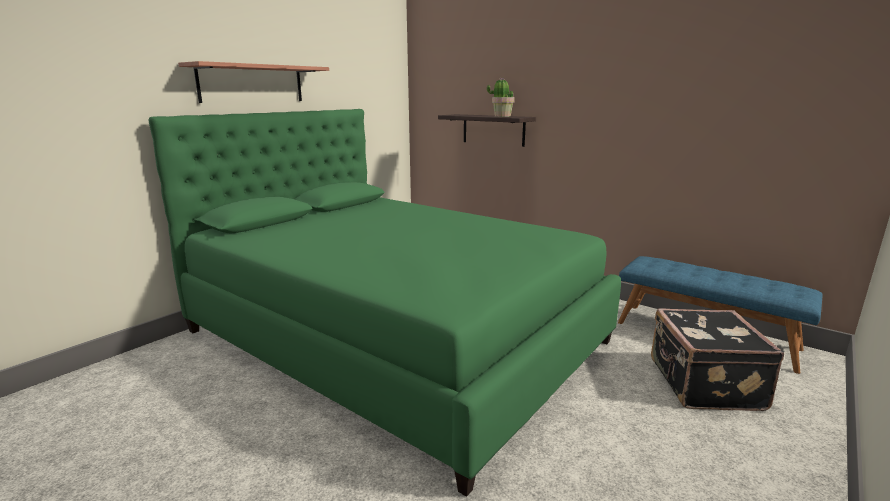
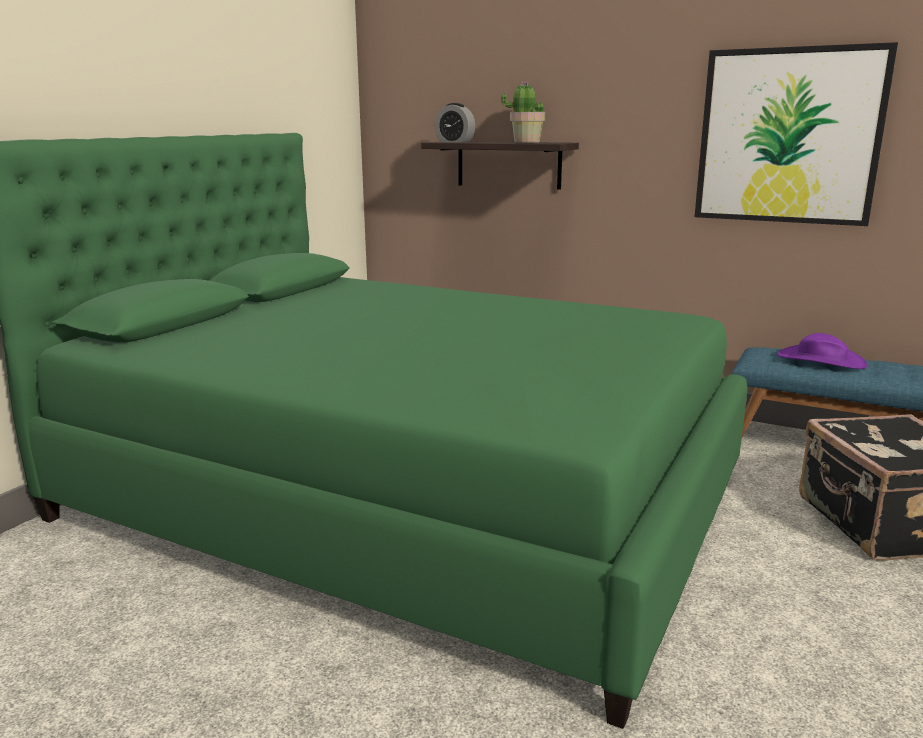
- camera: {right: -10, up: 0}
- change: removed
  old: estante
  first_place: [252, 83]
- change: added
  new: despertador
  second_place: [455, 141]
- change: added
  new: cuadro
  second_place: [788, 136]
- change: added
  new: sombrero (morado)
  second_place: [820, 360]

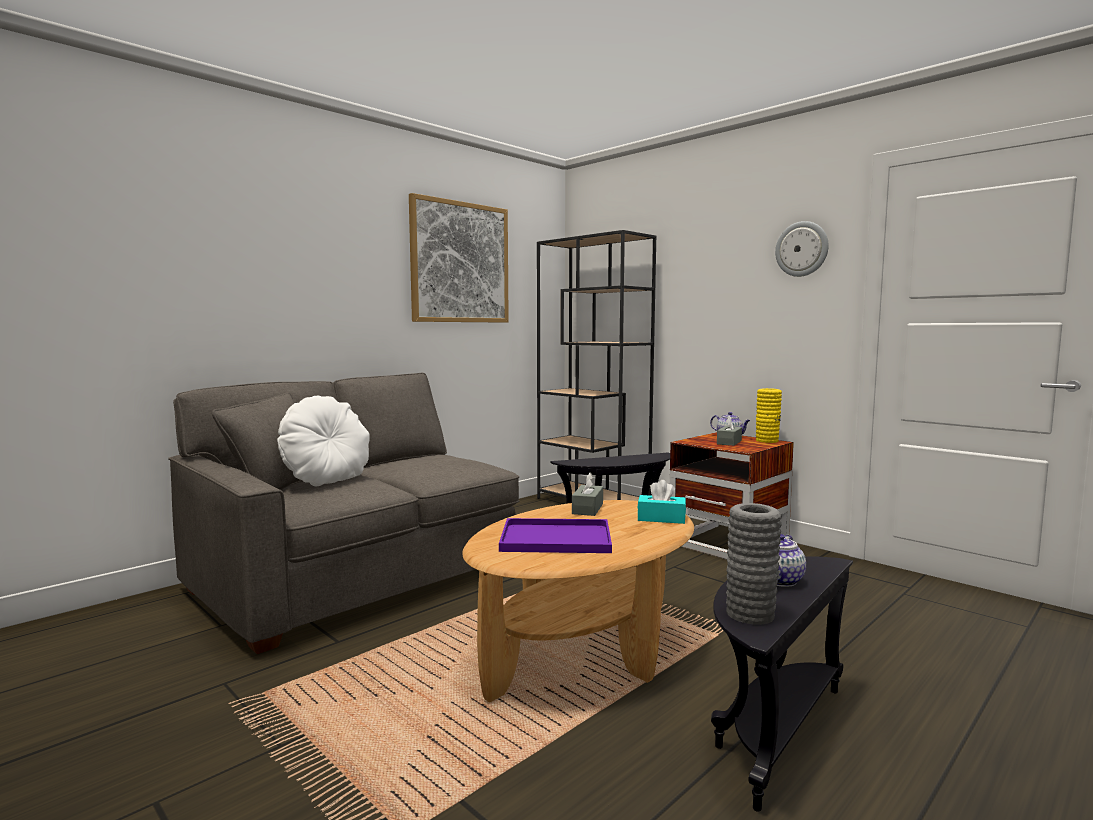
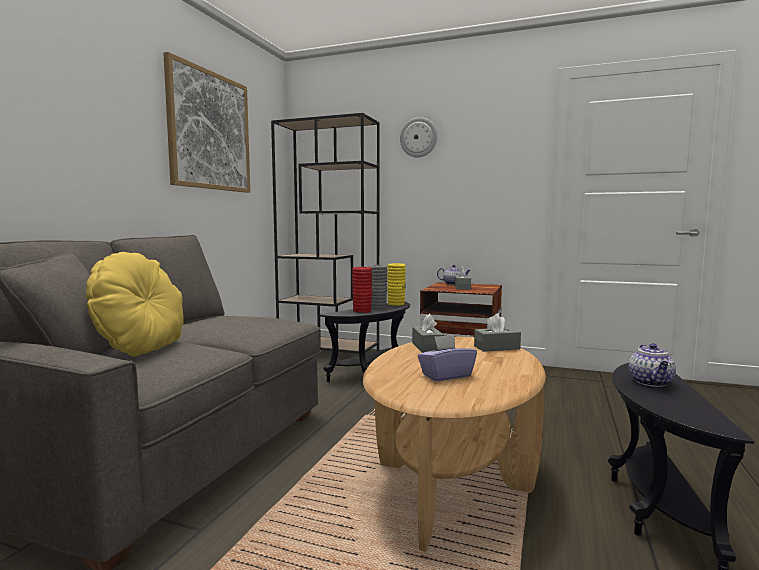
- camera: {right: -25, up: 0}
- change: added
  new: florero (rojo)
  second_place: [362, 311]
- change: moved
  old: florero (gris)
  first_place: [750, 614]
  second_place: [377, 307]
- change: moved
  old: florero (amarillo)
  first_place: [767, 441]
  second_place: [396, 304]
- change: moved
  old: reloj de pared
  first_place: [802, 249]
  second_place: [418, 137]
- change: replaced
  old: bandeja (morado)
  new: caja de pañuelos (morado)
  first_place: [553, 539]
  second_place: [446, 375]
- change: recoloured
  old: cojín (blanco)
  new: cojín (amarillo)
  first_place: [327, 482]
  second_place: [141, 350]
- change: recoloured
  old: caja de pañuelos (turquesa)
  new: caja de pañuelos (gris)
  first_place: [661, 518]
  second_place: [496, 347]

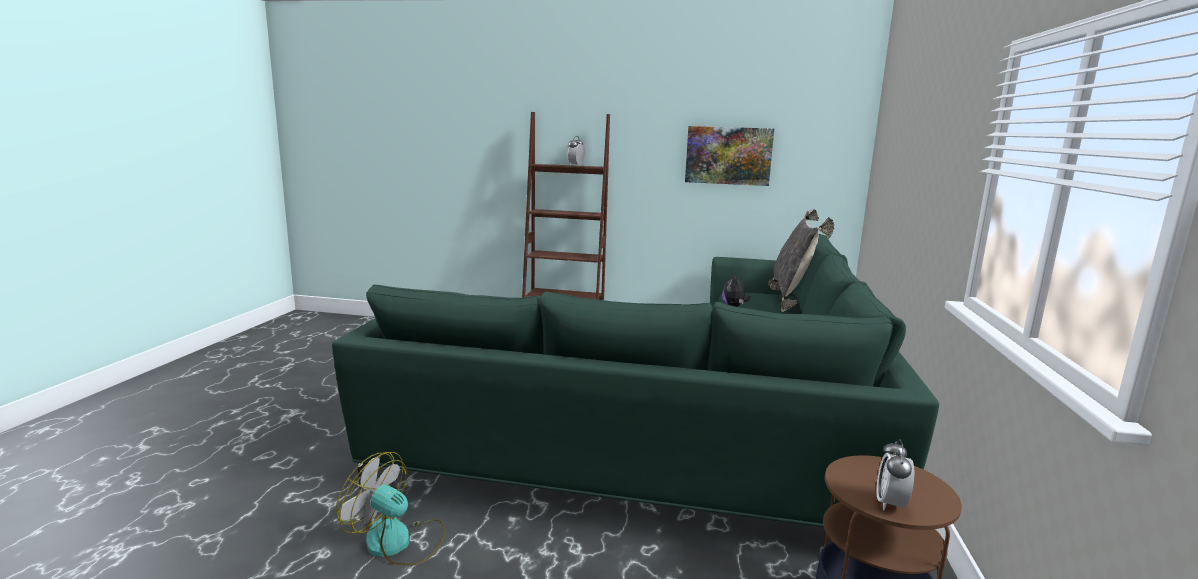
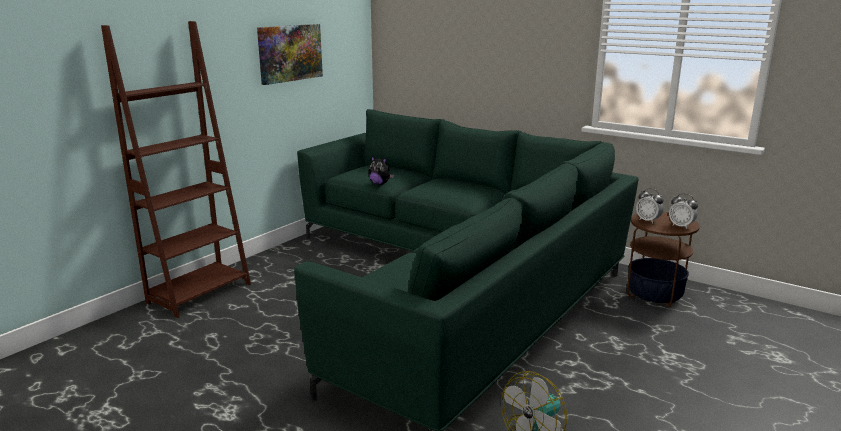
- camera: {right: -65, up: 5}
- change: removed
  old: cojín
  first_place: [794, 303]
- change: moved
  old: despertador
  first_place: [575, 165]
  second_place: [648, 220]

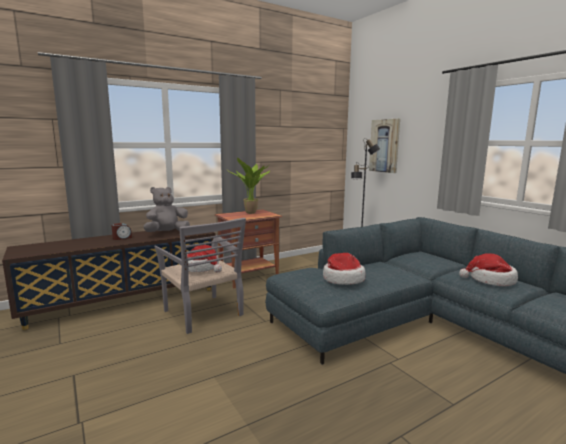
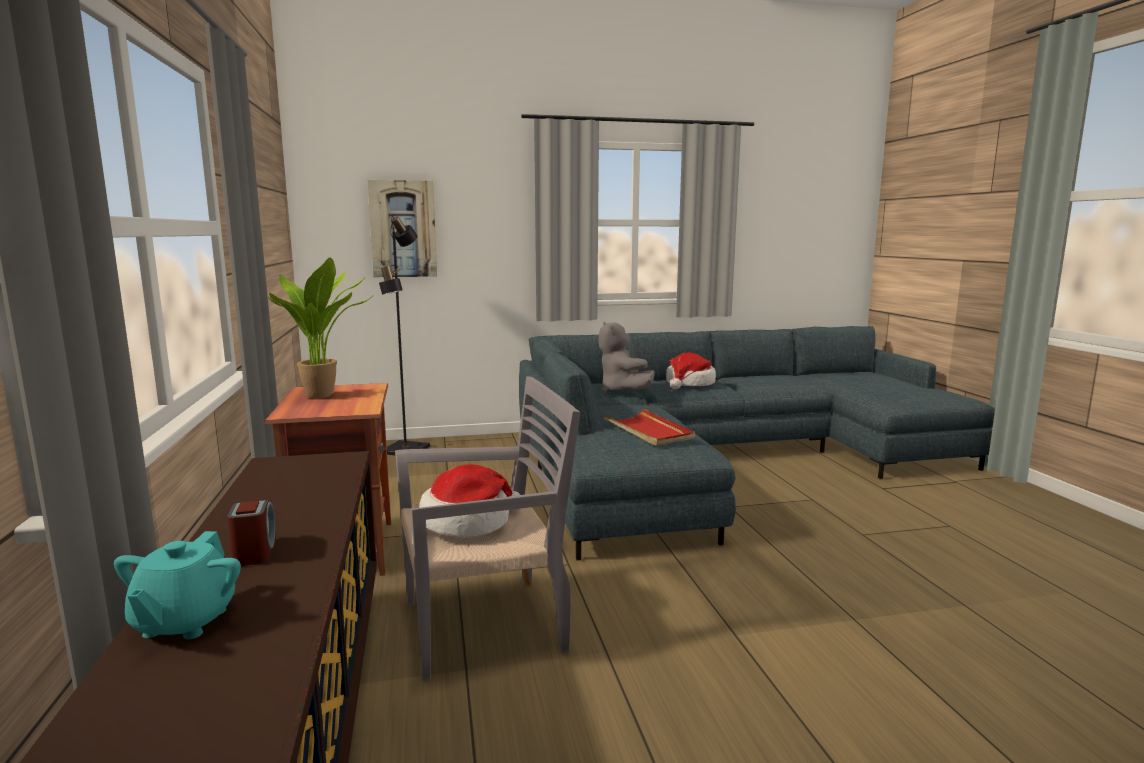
- camera: {right: -70, up: 0}
- change: added
  new: tetera (turquesa)
  second_place: [184, 622]
- change: moved
  old: peluche (gris)
  first_place: [167, 233]
  second_place: [622, 390]
- change: replaced
  old: sombrero
  new: bandeja (rojo)
  first_place: [342, 279]
  second_place: [648, 431]

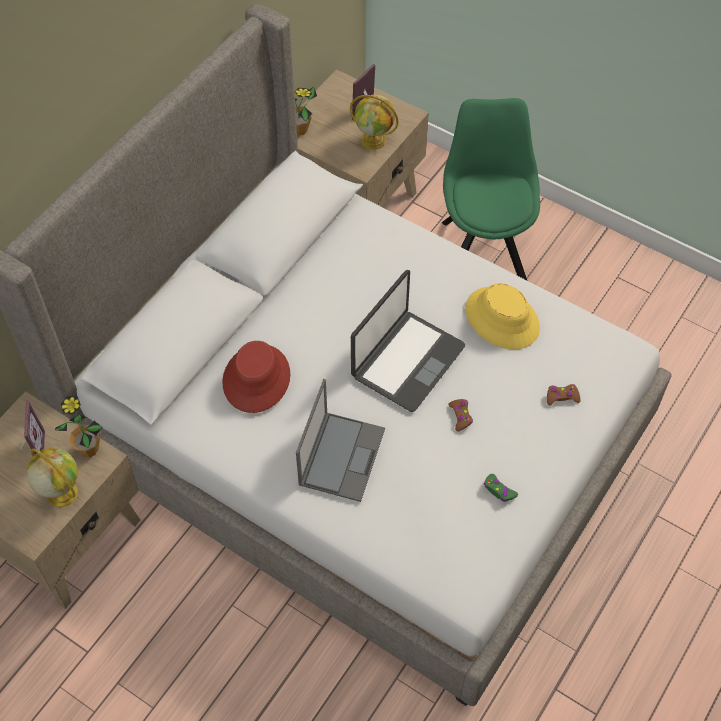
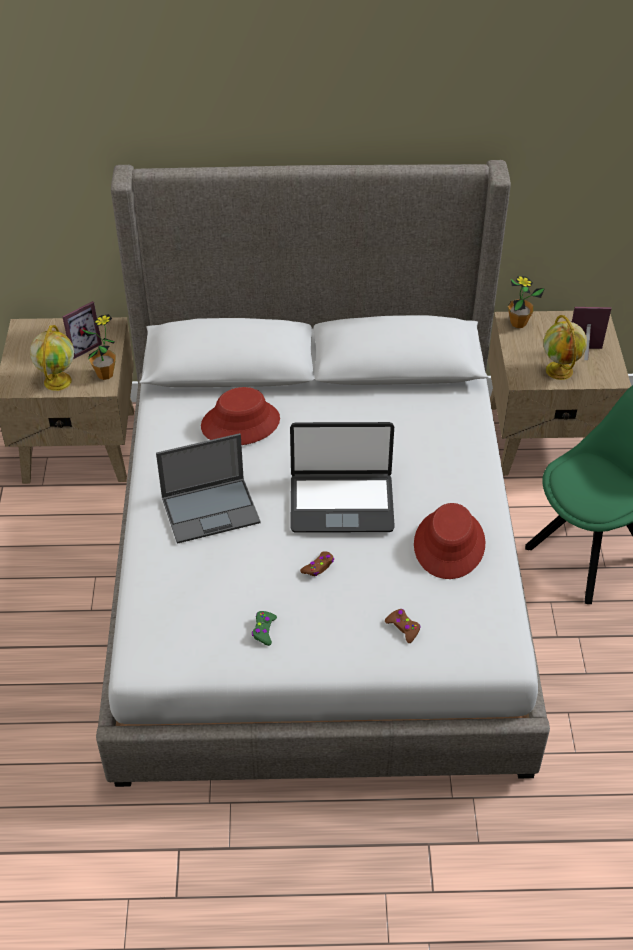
- camera: {right: 55, up: -10}
- change: recoloured
  old: sombrero (amarillo)
  new: sombrero (rojo)
  first_place: [502, 318]
  second_place: [449, 544]

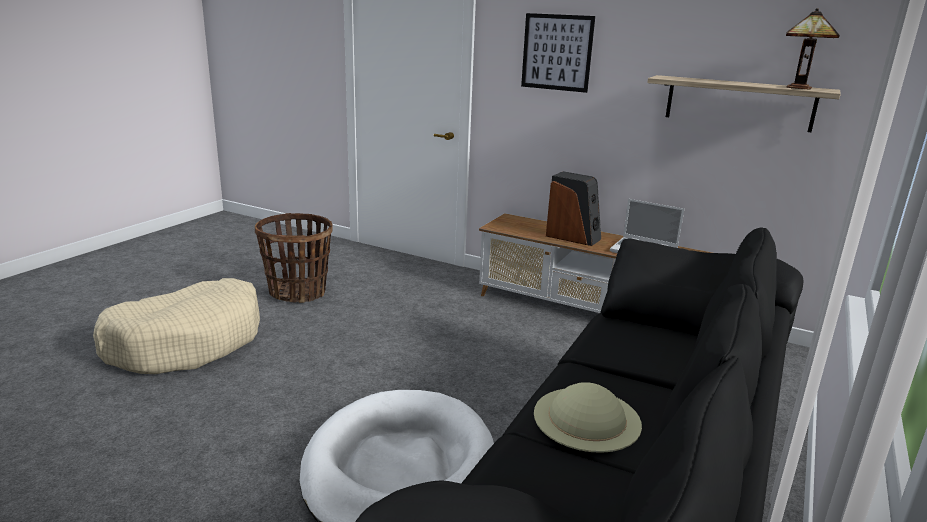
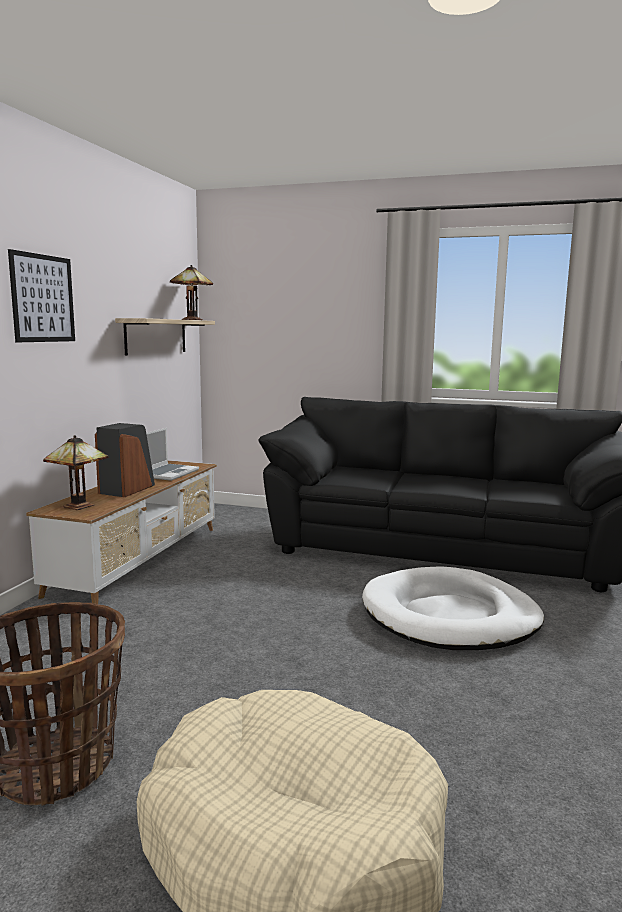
- camera: {right: -100, up: -10}
- change: removed
  old: sombrero (beis)
  first_place: [586, 418]
- change: added
  new: lámpara de mesa
  second_place: [81, 506]

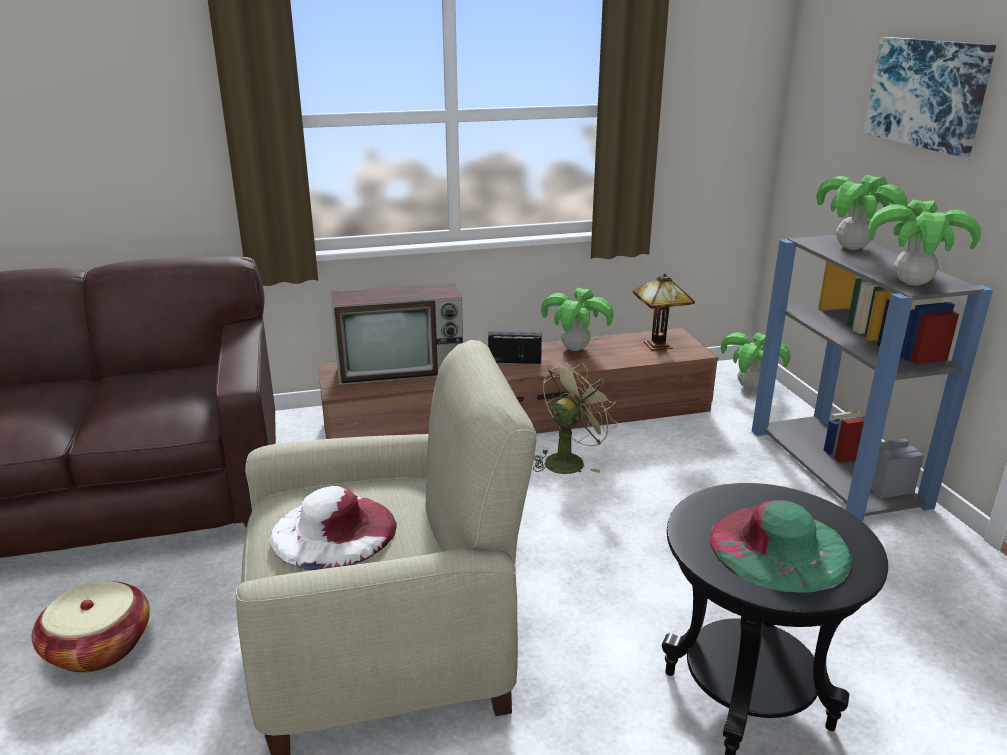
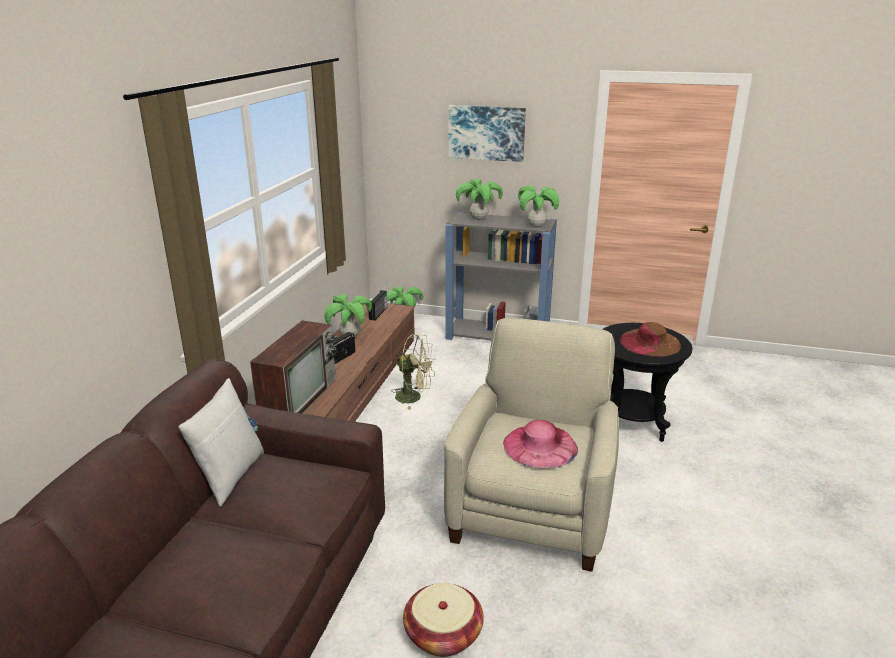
- camera: {right: -60, up: 0}
- change: added
  new: cojín (gris)
  second_place: [231, 477]
- change: replaced
  old: lámpara de mesa
  new: radio
  first_place: [659, 345]
  second_place: [379, 313]
- change: recoloured
  old: sombrero (blanco)
  new: sombrero (rosa)
  first_place: [333, 530]
  second_place: [540, 446]
- change: recoloured
  old: sombrero (verde)
  new: sombrero (marrón)
  first_place: [779, 548]
  second_place: [650, 343]
- change: turned
  old: ventilador (verde)
  first_place: [569, 460]
  second_place: [414, 397]
  degrees: 120

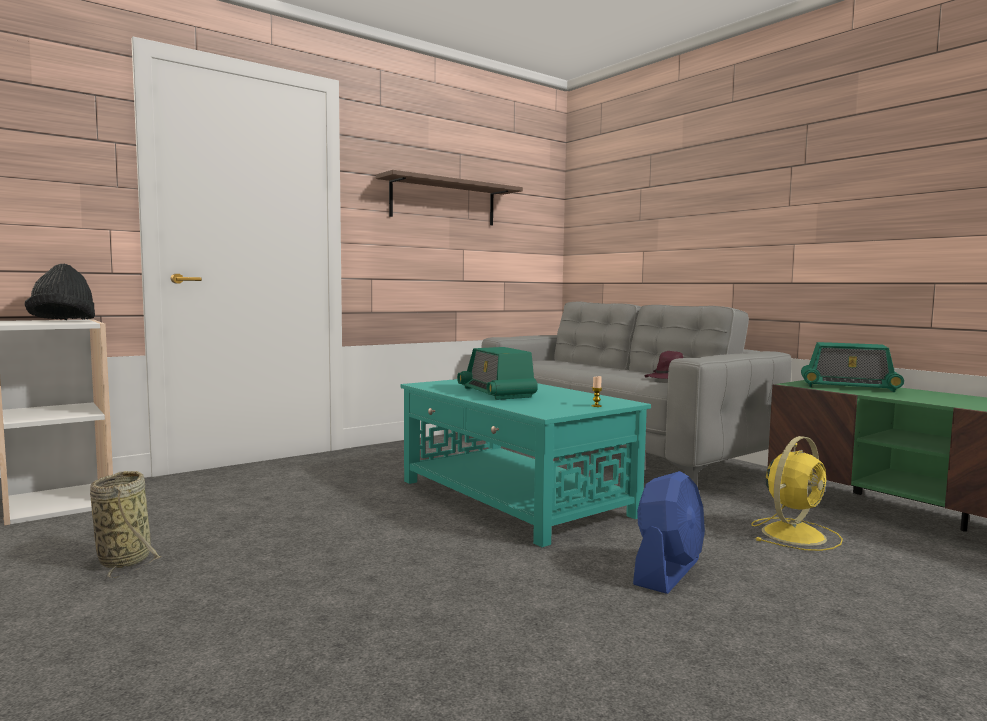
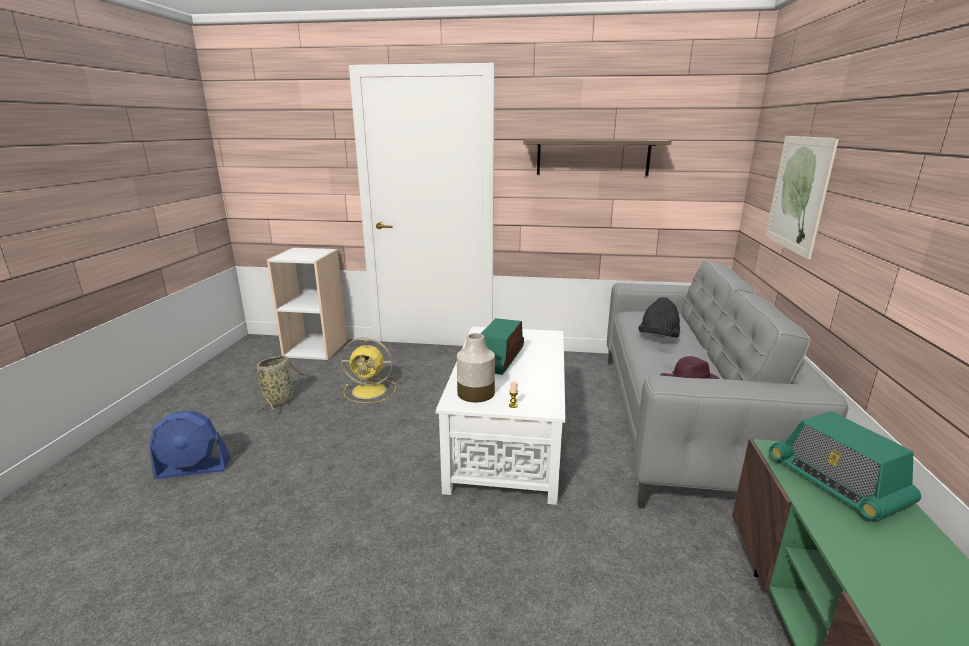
- camera: {right: 45, up: 15}
- change: added
  new: florero (beis)
  second_place: [476, 392]
- change: added
  new: cuadro
  second_place: [798, 194]
- change: moved
  old: sombrero (negro)
  first_place: [63, 321]
  second_place: [658, 337]
- change: moved
  old: ventilador (azul)
  first_place: [668, 572]
  second_place: [193, 468]
- change: moved
  old: ventilador (amarillo)
  first_place: [795, 534]
  second_place: [371, 390]
- change: recoloured
  old: mesa de centro (turquesa)
  new: mesa de centro (blanco)
  first_place: [514, 498]
  second_place: [507, 440]

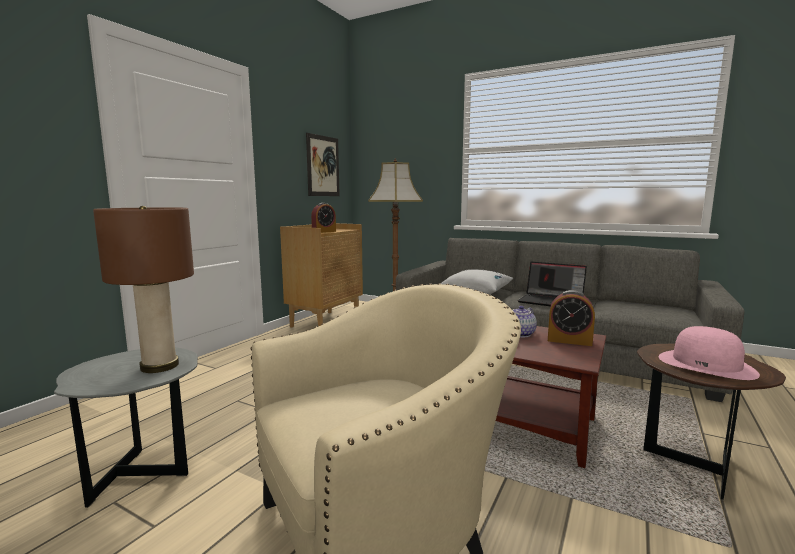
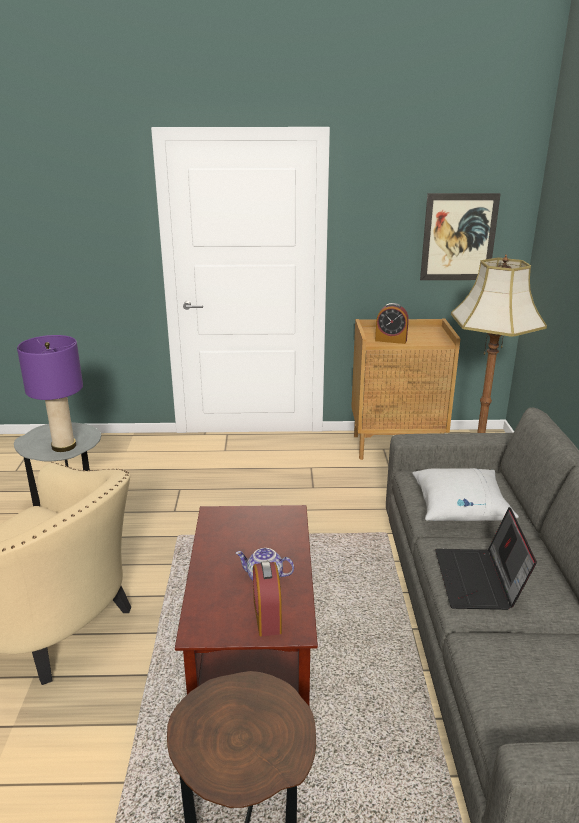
- camera: {right: 60, up: 15}
- change: removed
  old: sombrero (rosa)
  first_place: [706, 365]
- change: recoloured
  old: lámpara de mesa (marrón)
  new: lámpara de mesa (morado)
  first_place: [159, 366]
  second_place: [63, 446]

